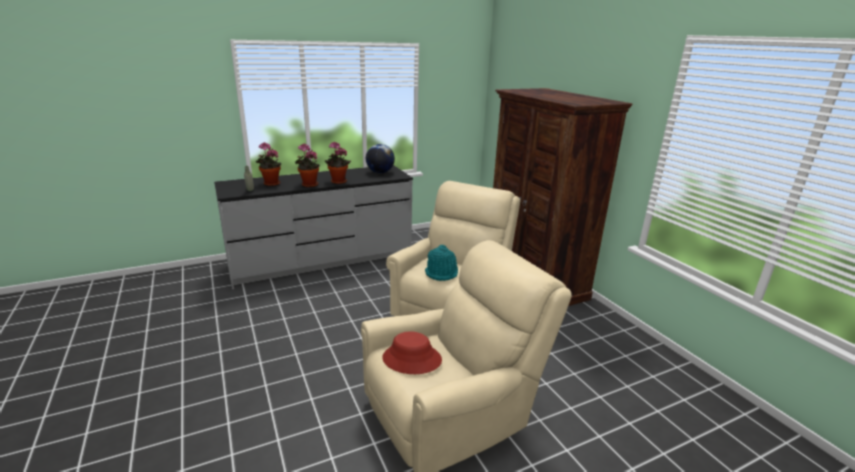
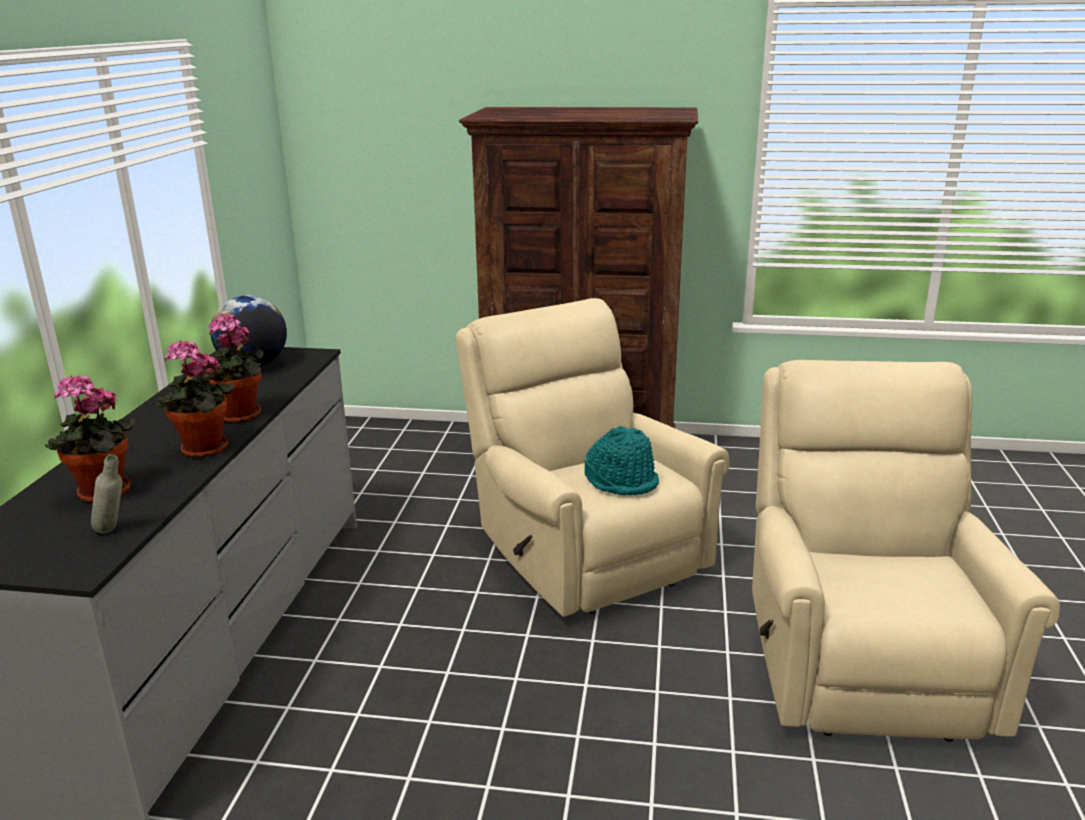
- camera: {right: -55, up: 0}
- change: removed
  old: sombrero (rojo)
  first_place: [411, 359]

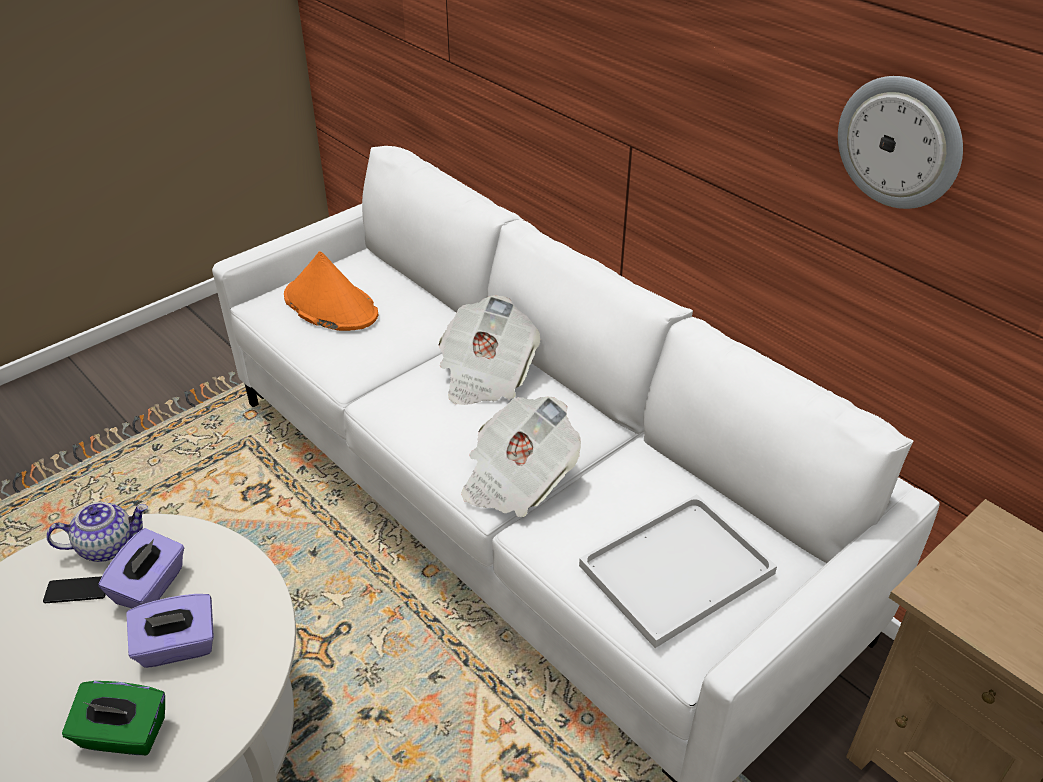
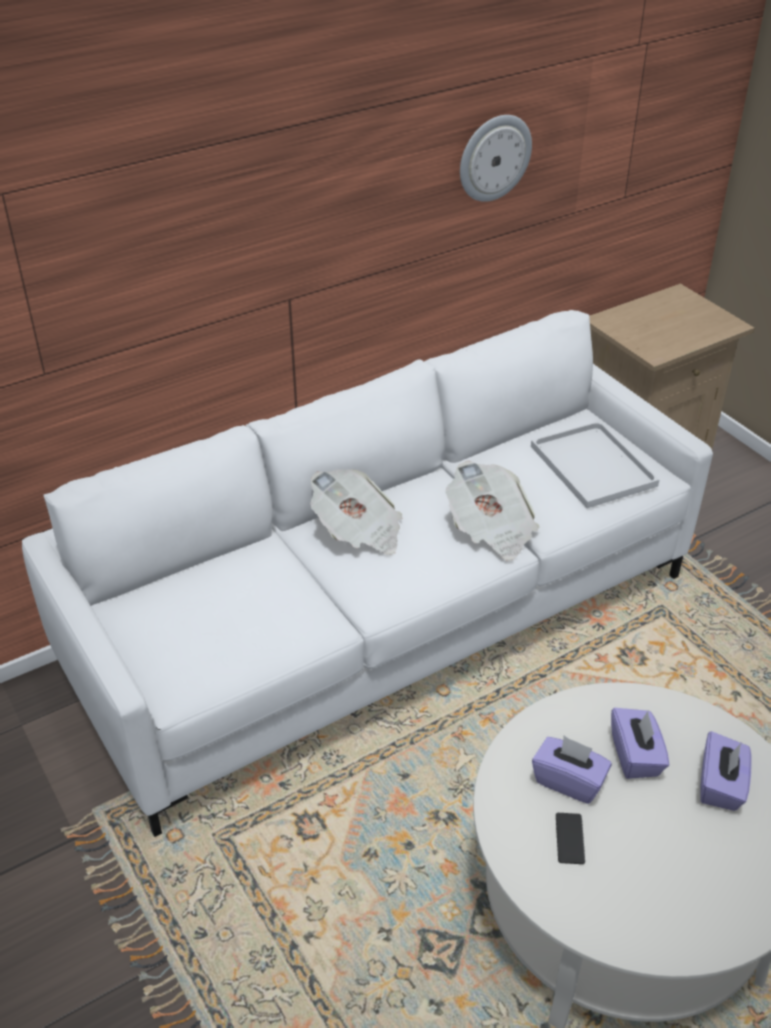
- camera: {right: -80, up: 0}
- change: removed
  old: tetera
  first_place: [108, 545]
- change: removed
  old: sombrero (naranja)
  first_place: [330, 306]
- change: recoloured
  old: caja de pañuelos (verde)
  new: caja de pañuelos (morado)
  first_place: [123, 735]
  second_place: [721, 785]

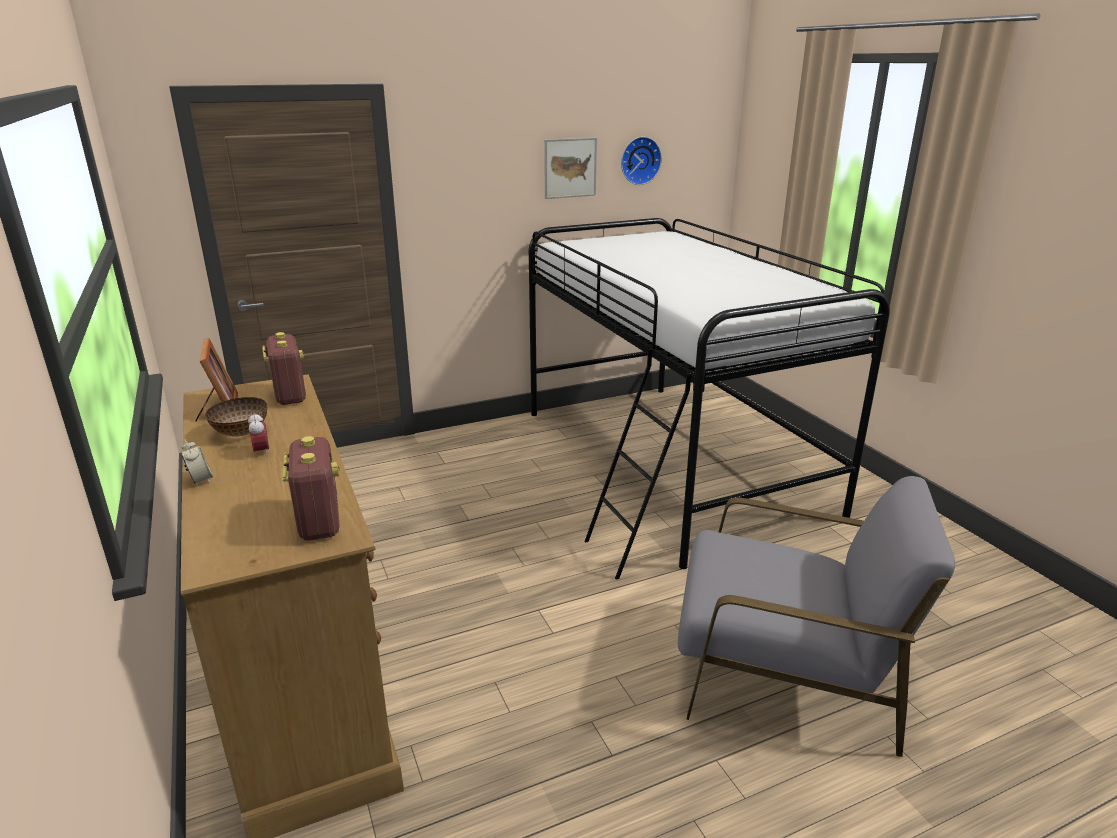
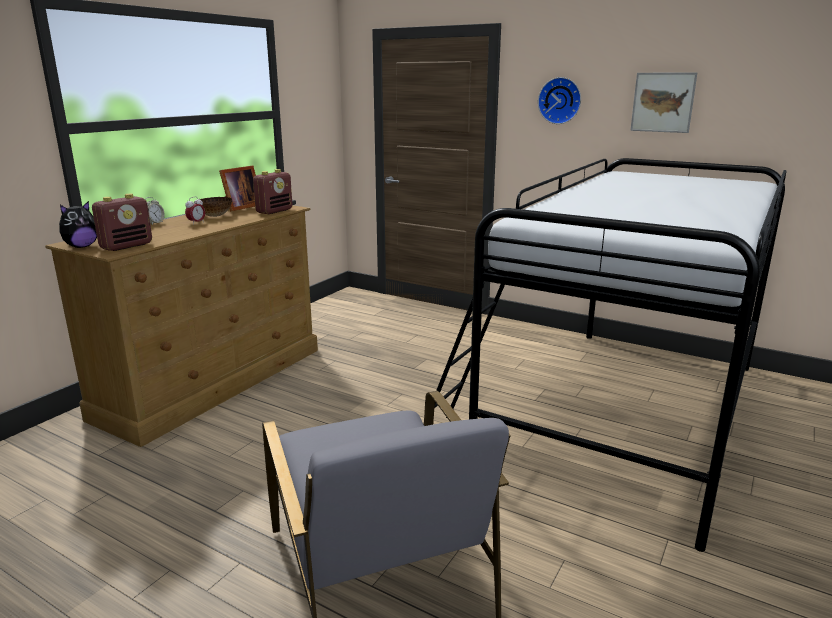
- camera: {right: 55, up: -5}
- change: added
  new: peluche
  second_place: [81, 246]
- change: moved
  old: reloj de pared
  first_place: [639, 160]
  second_place: [560, 100]

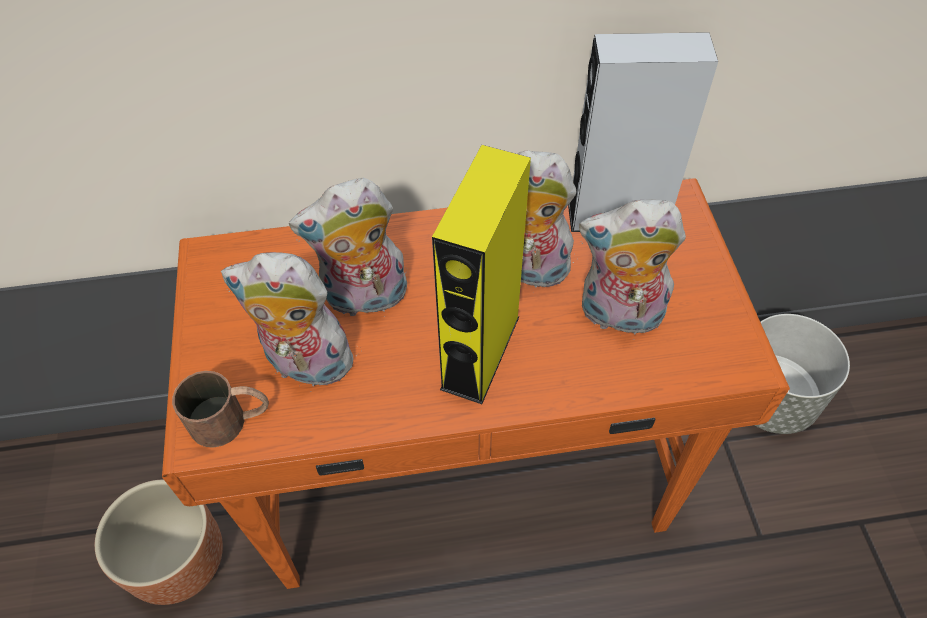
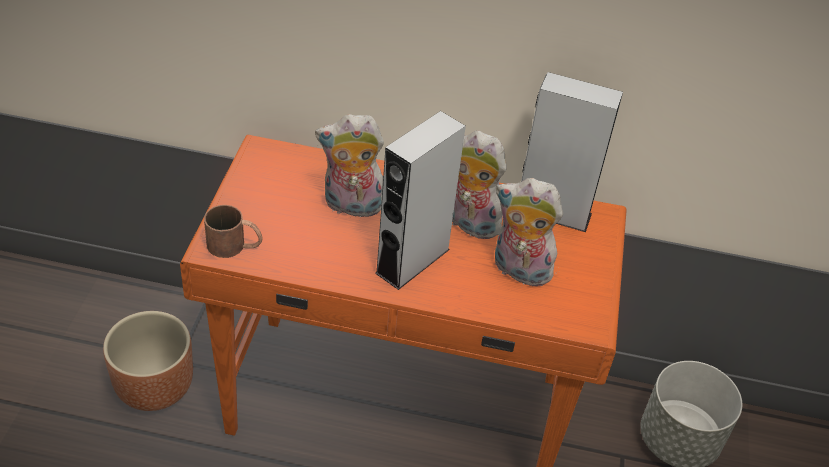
- camera: {right: 15, up: -10}
- change: removed
  old: peluche
  first_place: [305, 365]
- change: recoloured
  old: altavoz (amarillo)
  new: altavoz (gris)
  first_place: [480, 352]
  second_place: [412, 261]

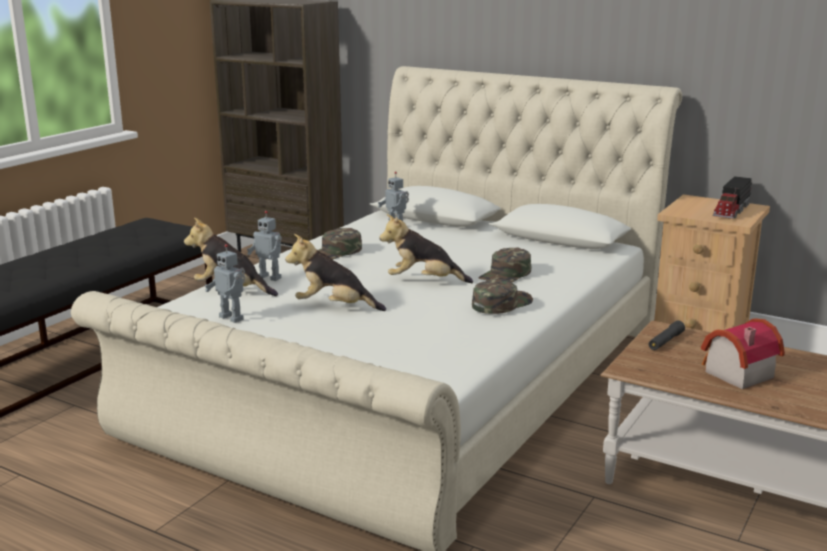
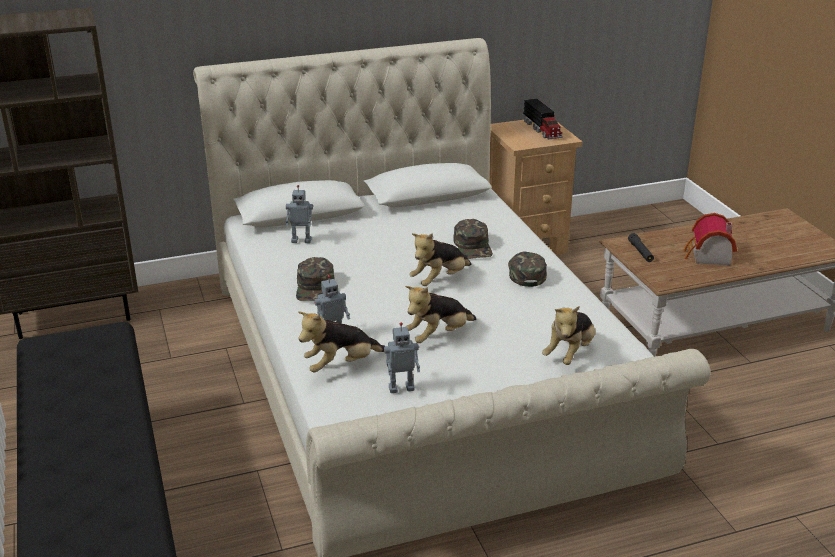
- camera: {right: -50, up: 10}
- change: added
  new: peluche
  second_place: [570, 353]

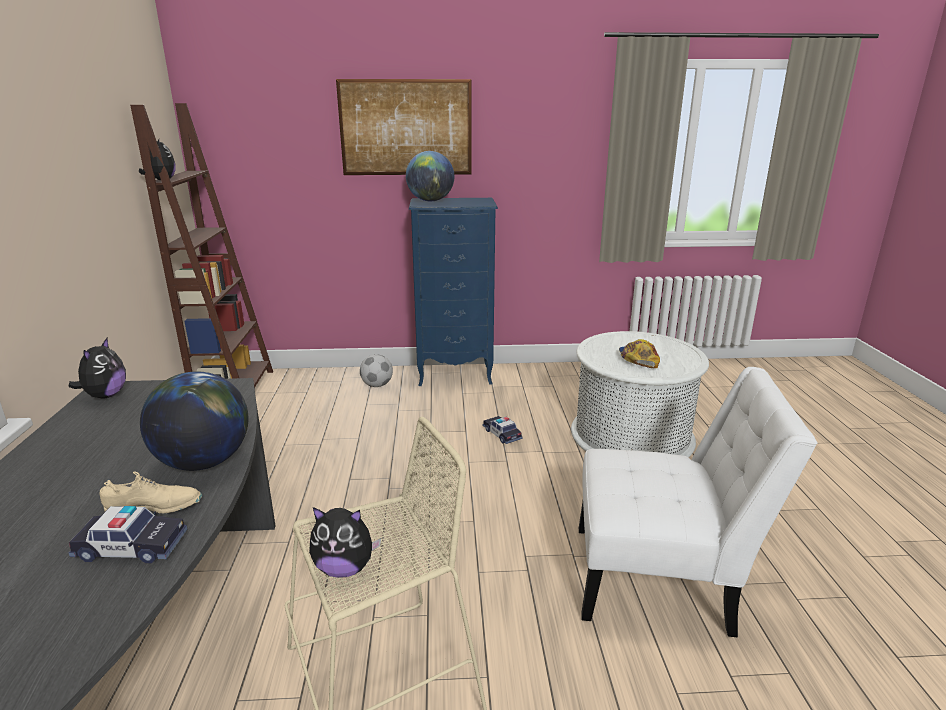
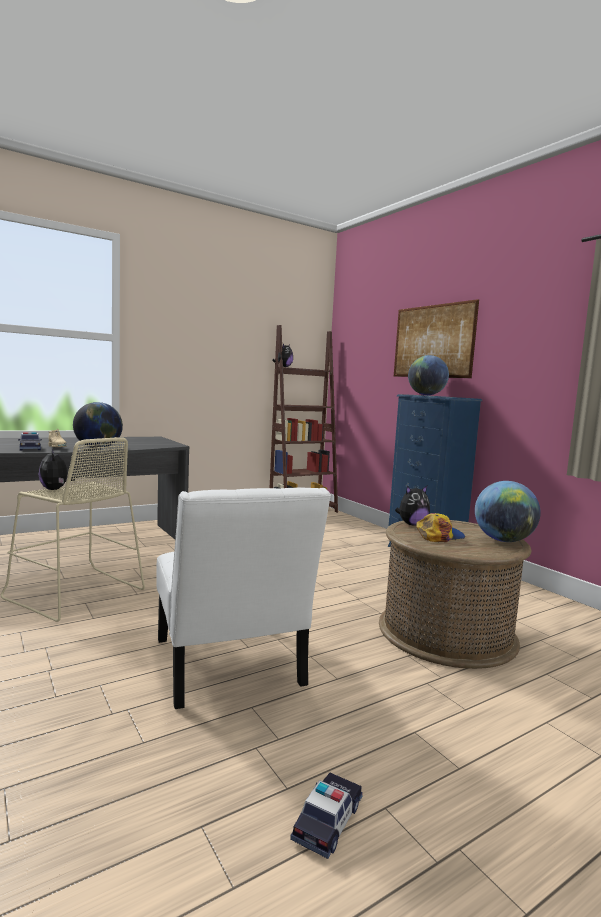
- camera: {right: 60, up: -15}
- change: removed
  old: balón de fútbol
  first_place: [377, 385]
- change: added
  new: globo terráqueo
  second_place: [503, 540]
- change: moved
  old: peluche
  first_place: [105, 395]
  second_place: [412, 524]
- change: moved
  old: coche de juguete
  first_place: [502, 434]
  second_place: [327, 821]
- change: recoloured
  old: mesa de centro (blanco)
  new: mesa de centro (marrón)
  first_place: [631, 435]
  second_place: [446, 632]

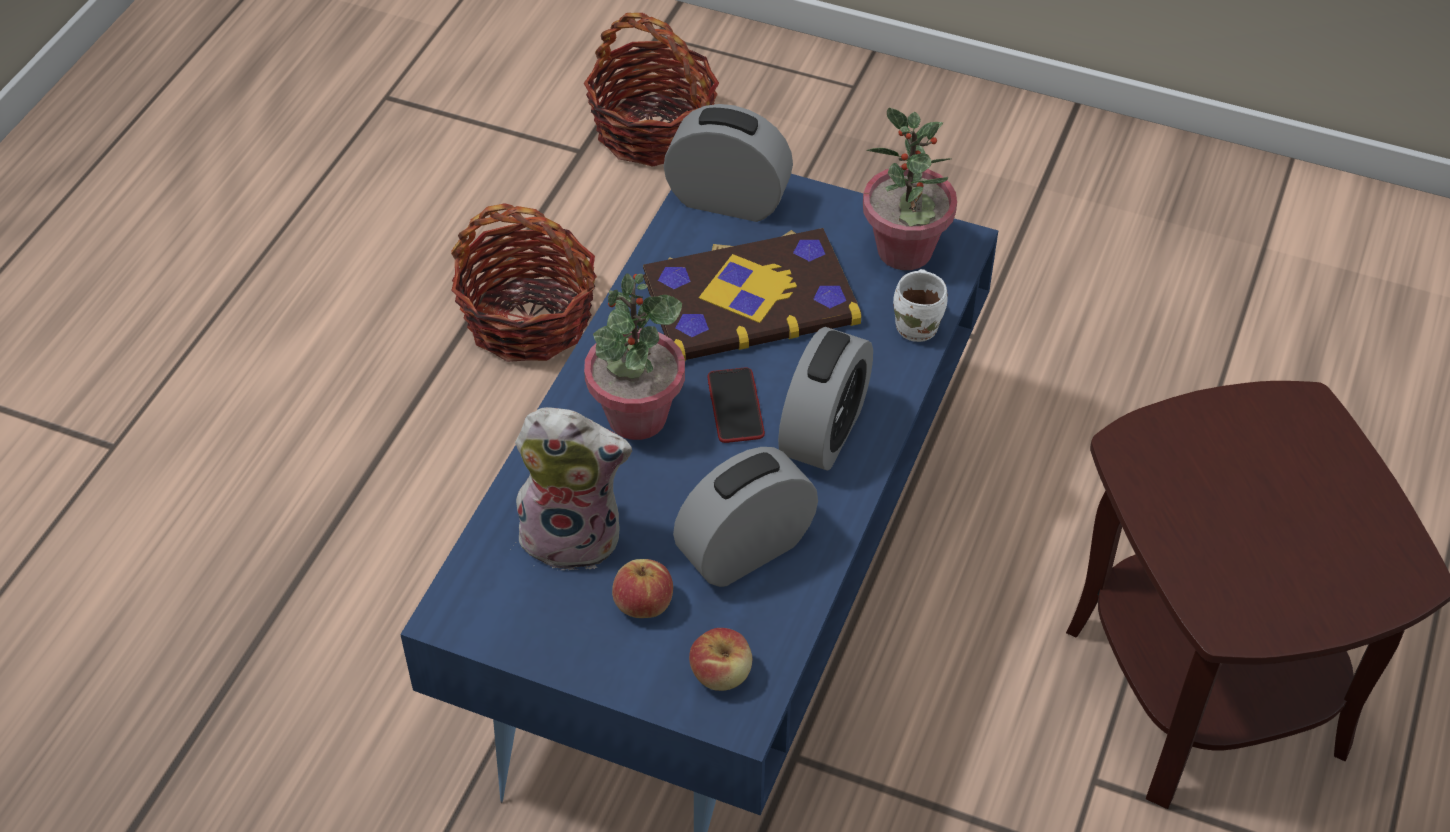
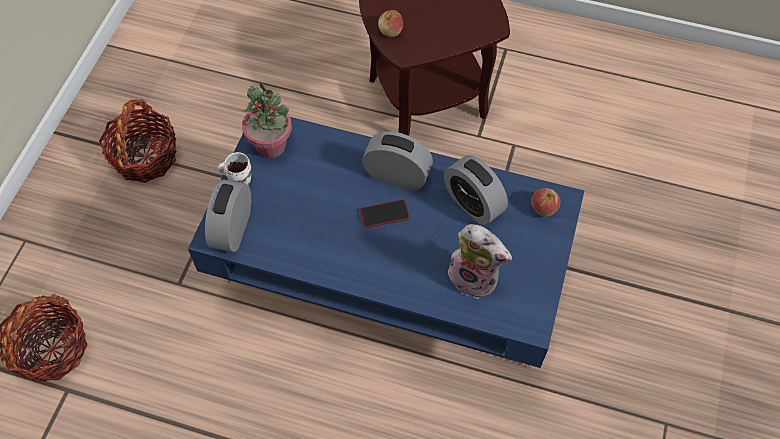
- camera: {right: -95, up: 10}
- change: removed
  old: planta en maceta
  first_place: [636, 417]
- change: removed
  old: libro
  first_place: [750, 298]
- change: moved
  old: cesta
  first_place: [529, 319]
  second_place: [145, 157]
- change: moved
  old: manzana
  first_place: [643, 603]
  second_place: [390, 31]
- change: moved
  old: taza grande (blanco)
  first_place: [919, 326]
  second_place: [239, 178]
- change: turned
  old: peluche
  first_place: [575, 535]
  second_place: [475, 277]
  degrees: 120

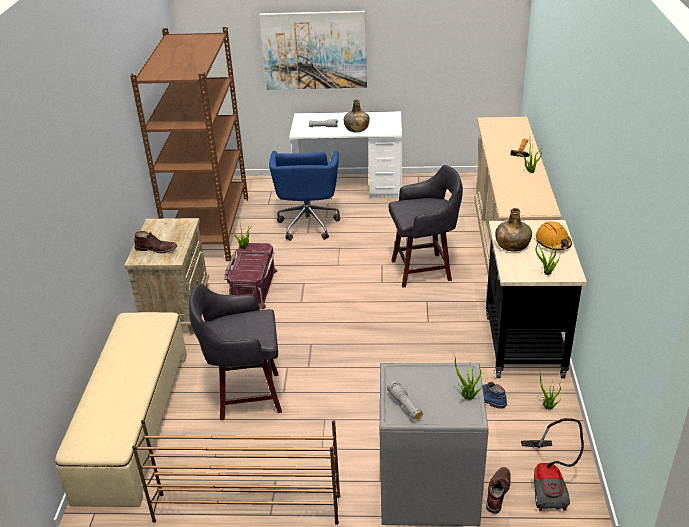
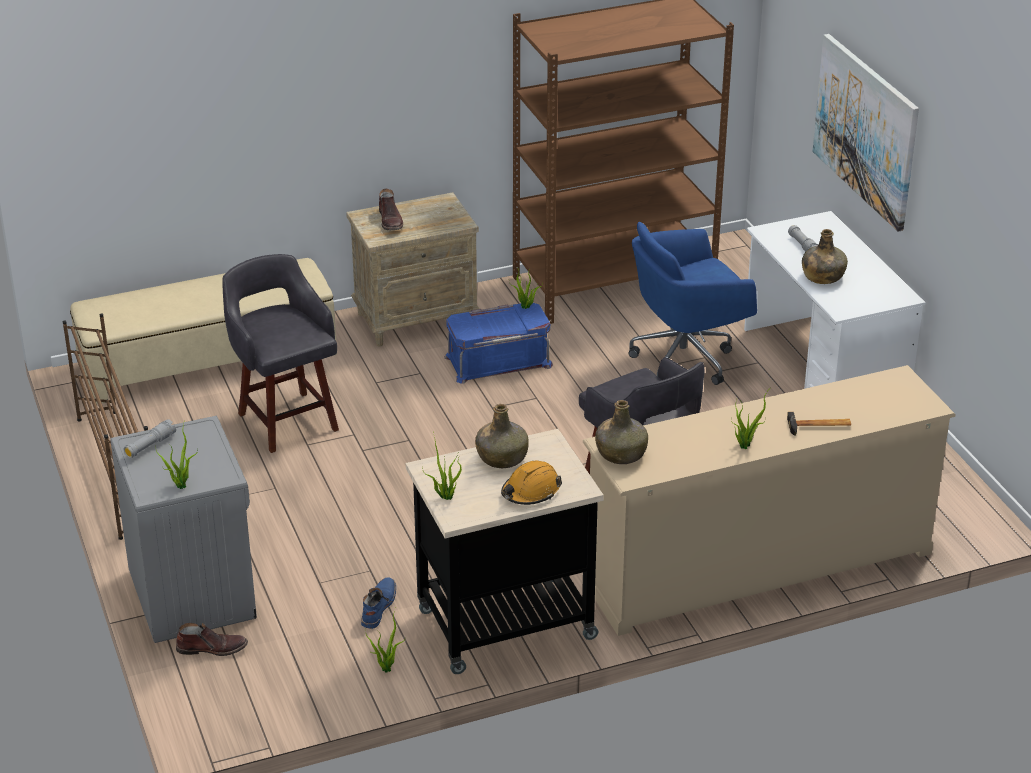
- camera: {right: 65, up: 0}
- change: removed
  old: aspiradora
  first_place: [549, 482]
- change: added
  new: botella (verde)
  second_place: [621, 453]
- change: recoloured
  old: caja de almacenaje (rojo)
  new: caja de almacenaje (azul)
  first_place: [252, 288]
  second_place: [498, 360]

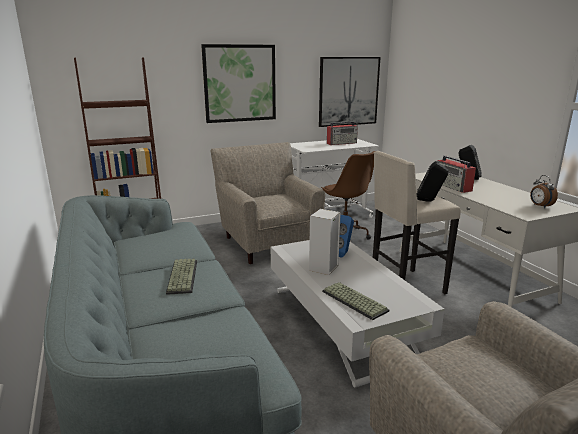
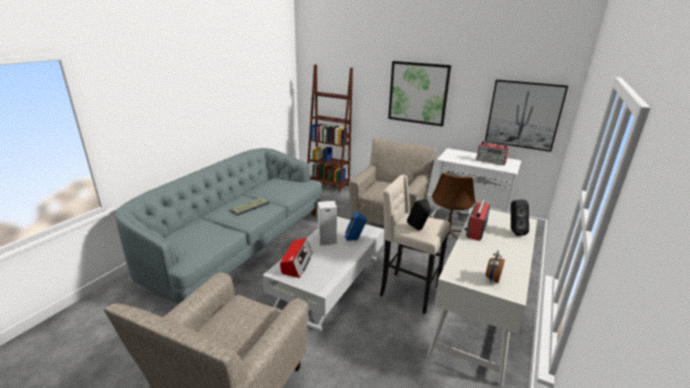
- camera: {right: 50, up: 5}
- change: replaced
  old: teclado
  new: radio
  first_place: [353, 301]
  second_place: [297, 263]

